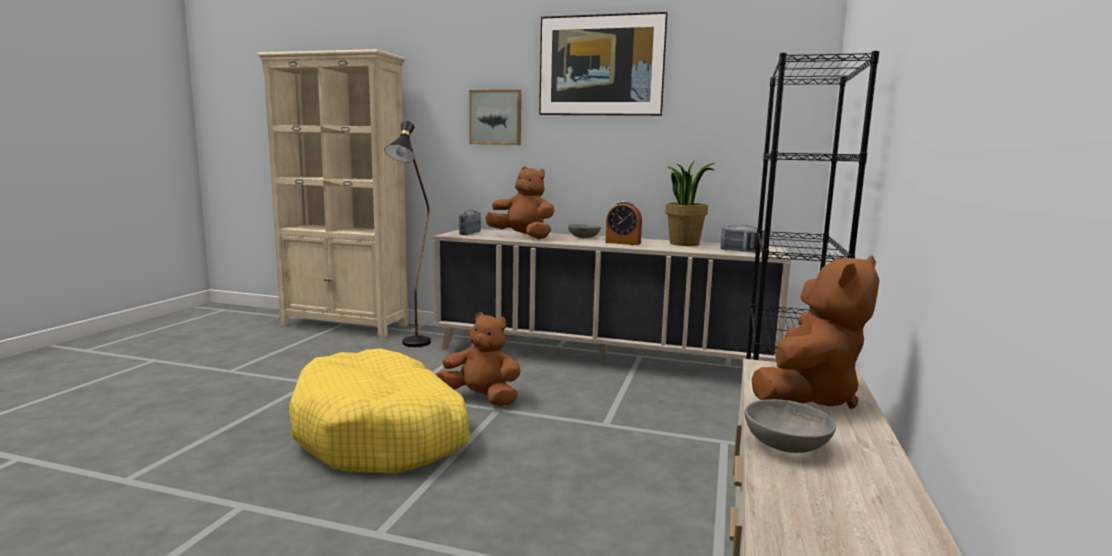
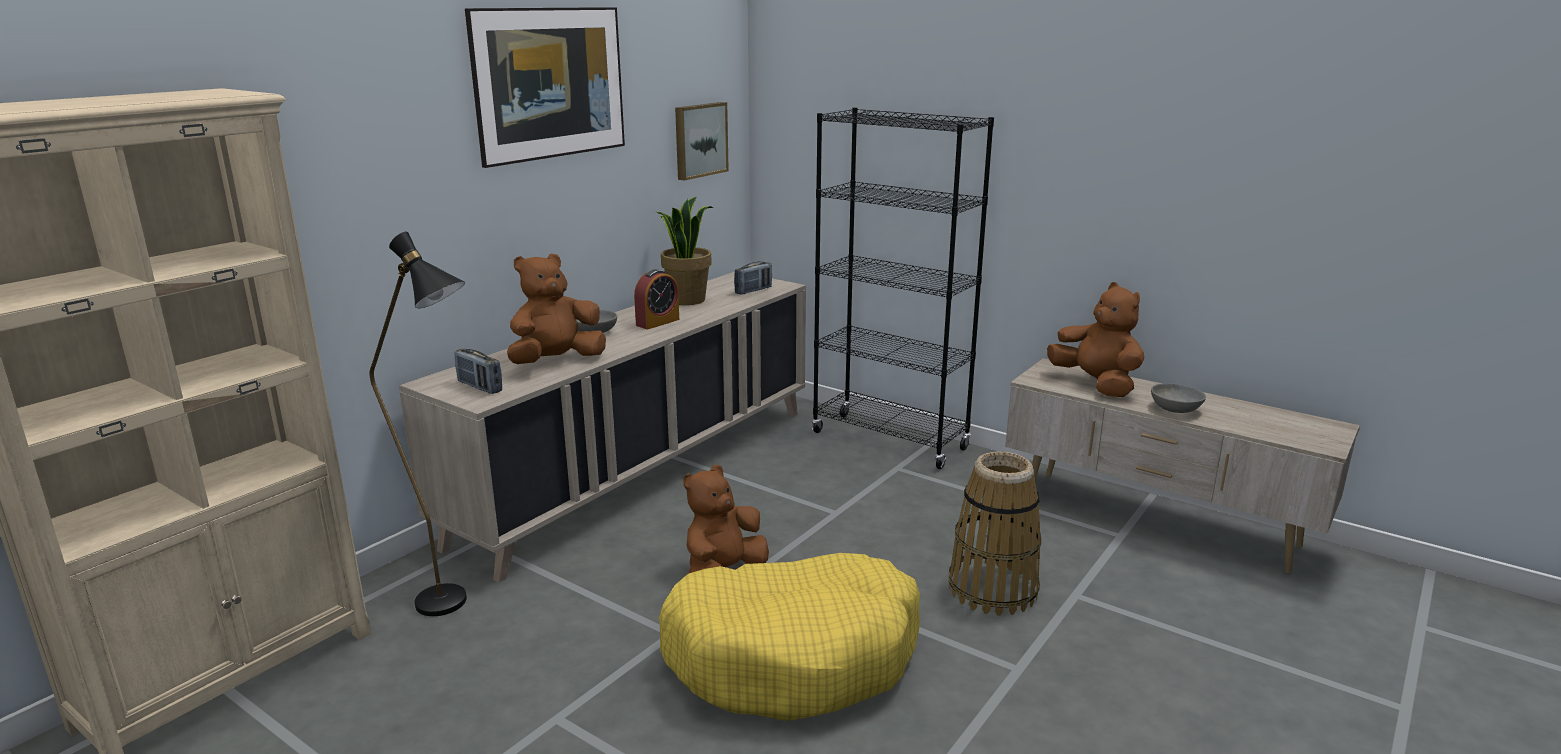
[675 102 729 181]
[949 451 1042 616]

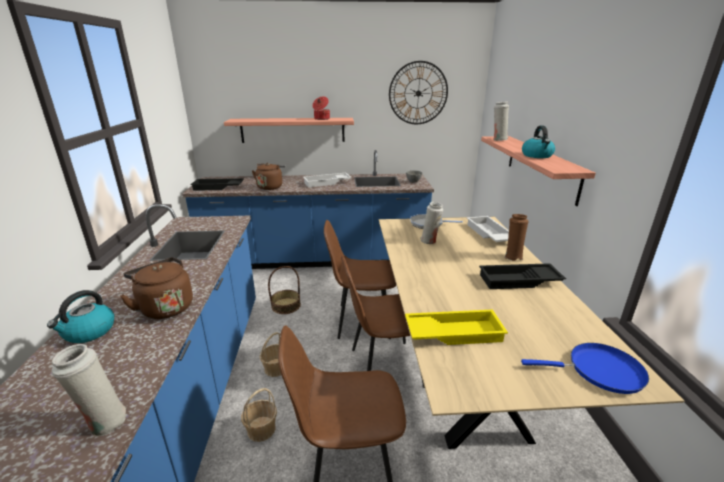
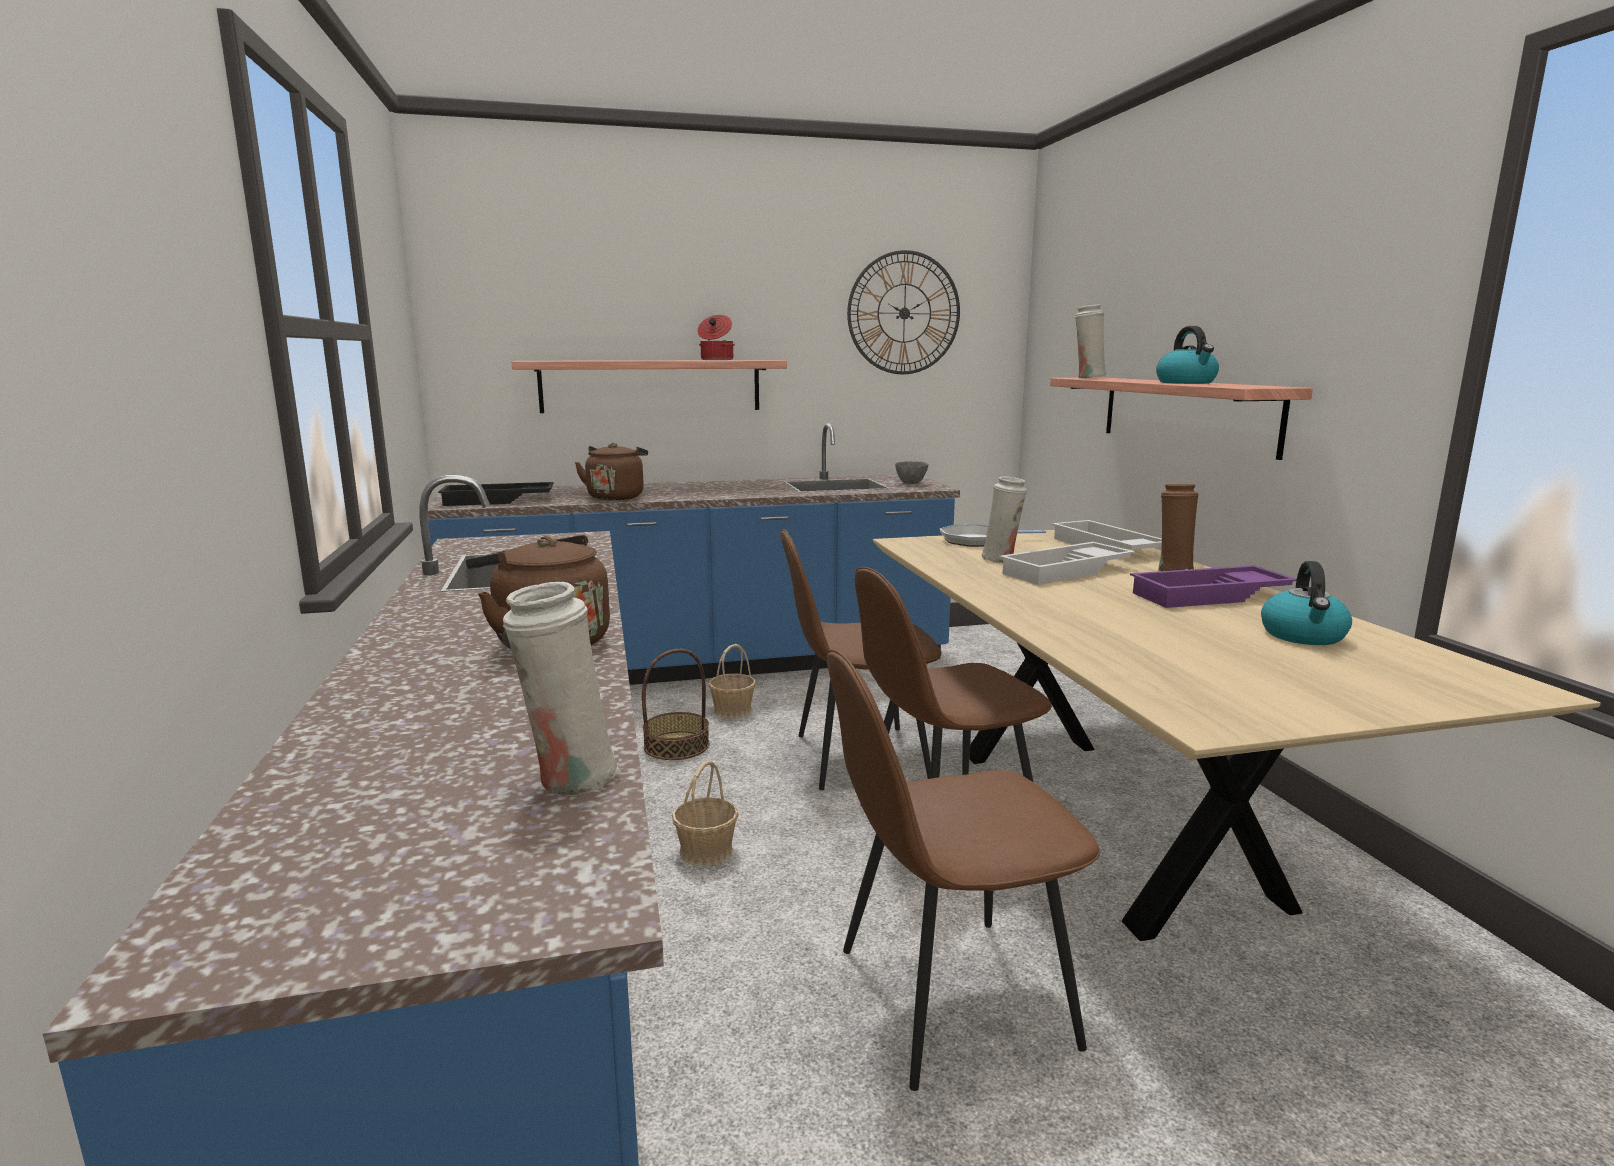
[1261 561 1352 645]
[708 644 756 719]
[999 542 1135 585]
[405 309 508 345] (first image)
[1130 565 1297 608]
[521 343 649 394] (first image)

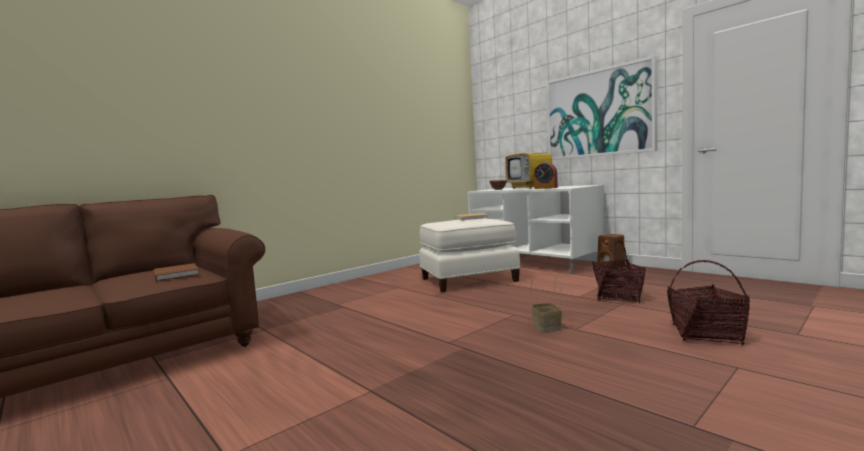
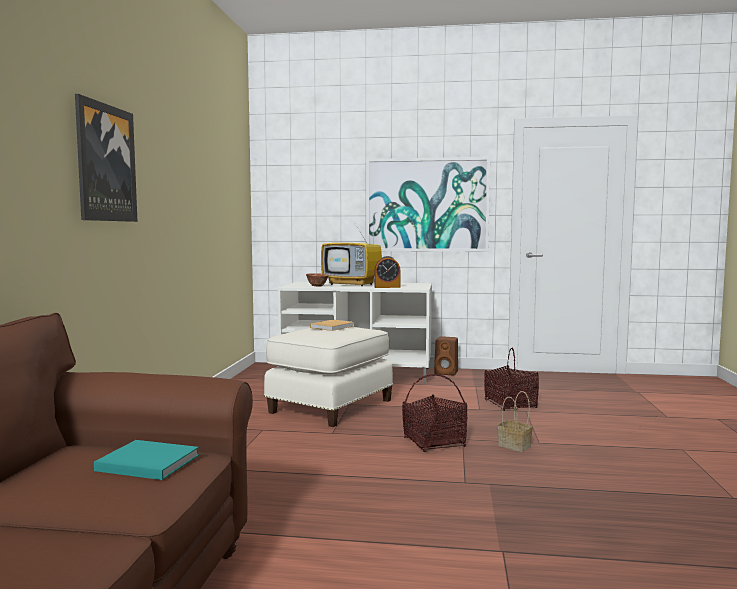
[94 440 199 480]
[402 374 467 452]
[75 94 138 222]

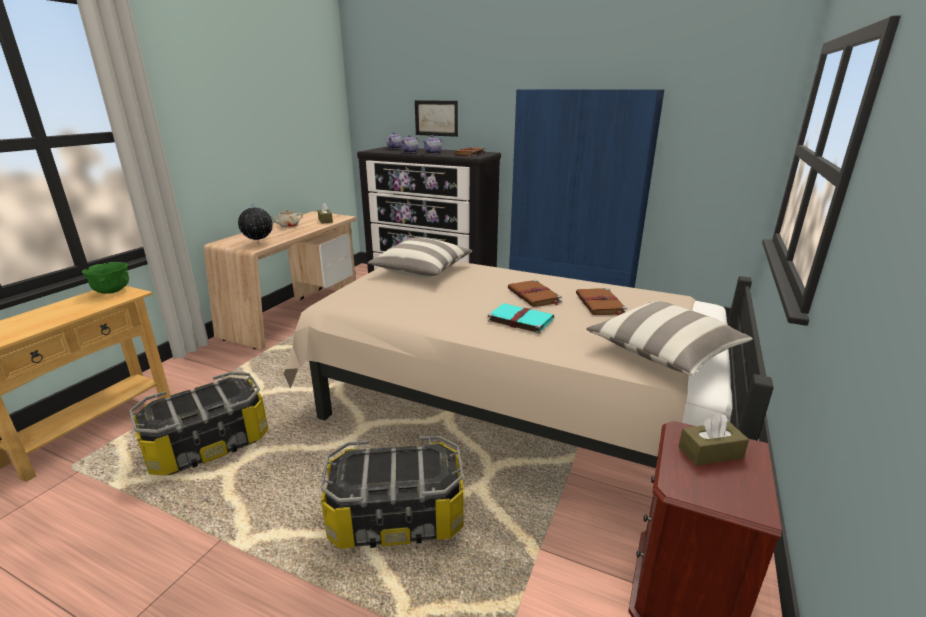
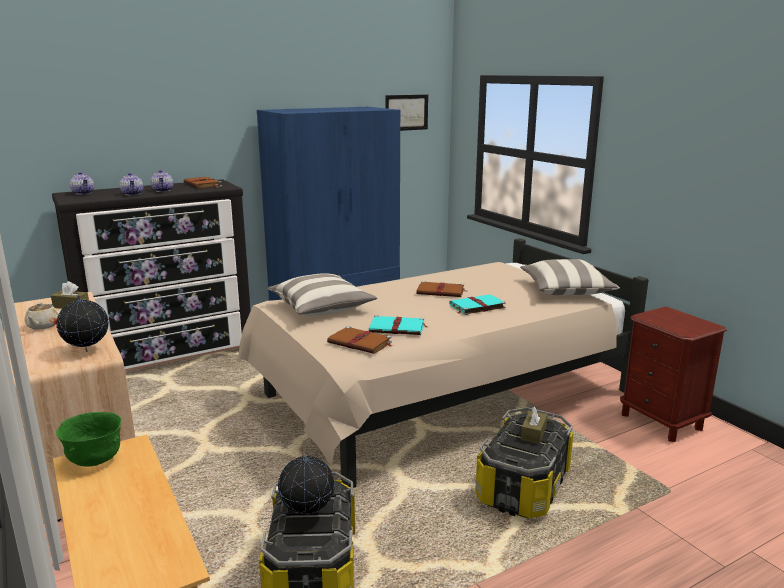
[385 94 428 131]
[327 326 393 354]
[521 406 547 444]
[278 454 335 515]
[369 315 427 335]

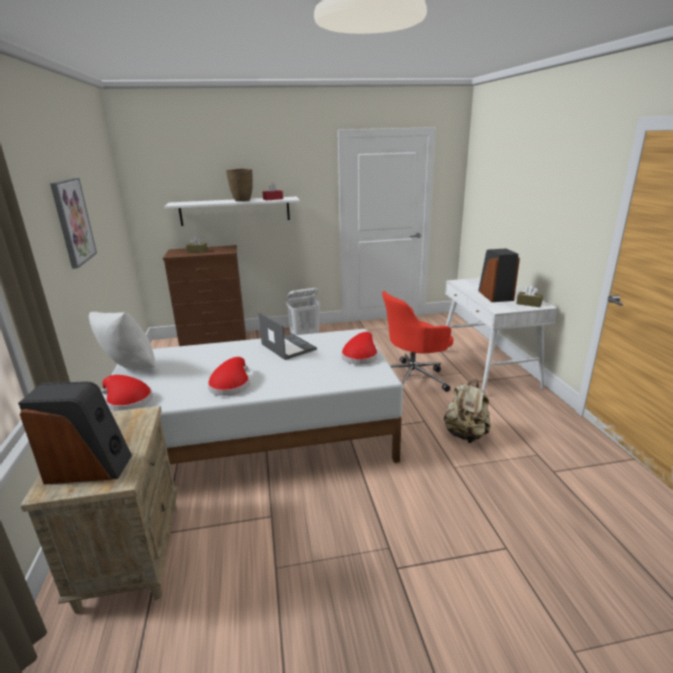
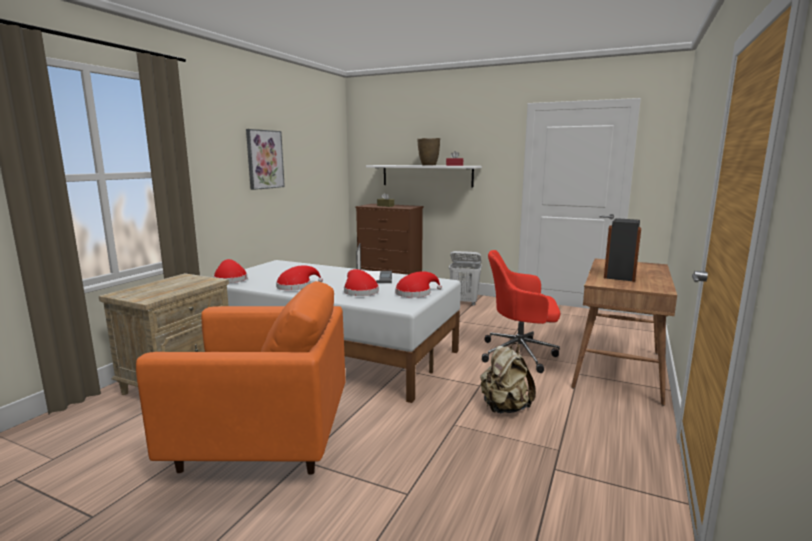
[18 382 132 484] (first image)
[89 312 155 370] (first image)
[571 258 677 406]
[516 285 543 307] (first image)
[136 281 346 475]
[344 269 379 296]

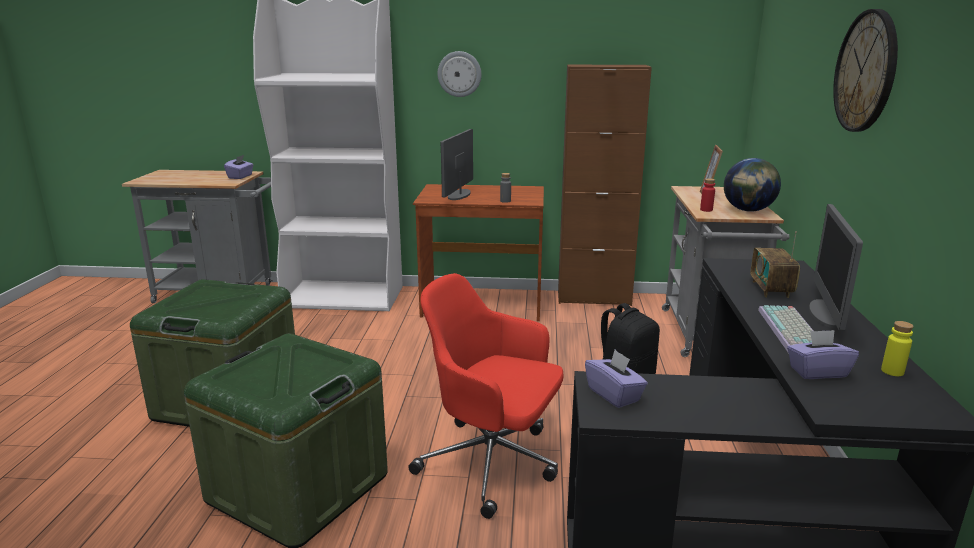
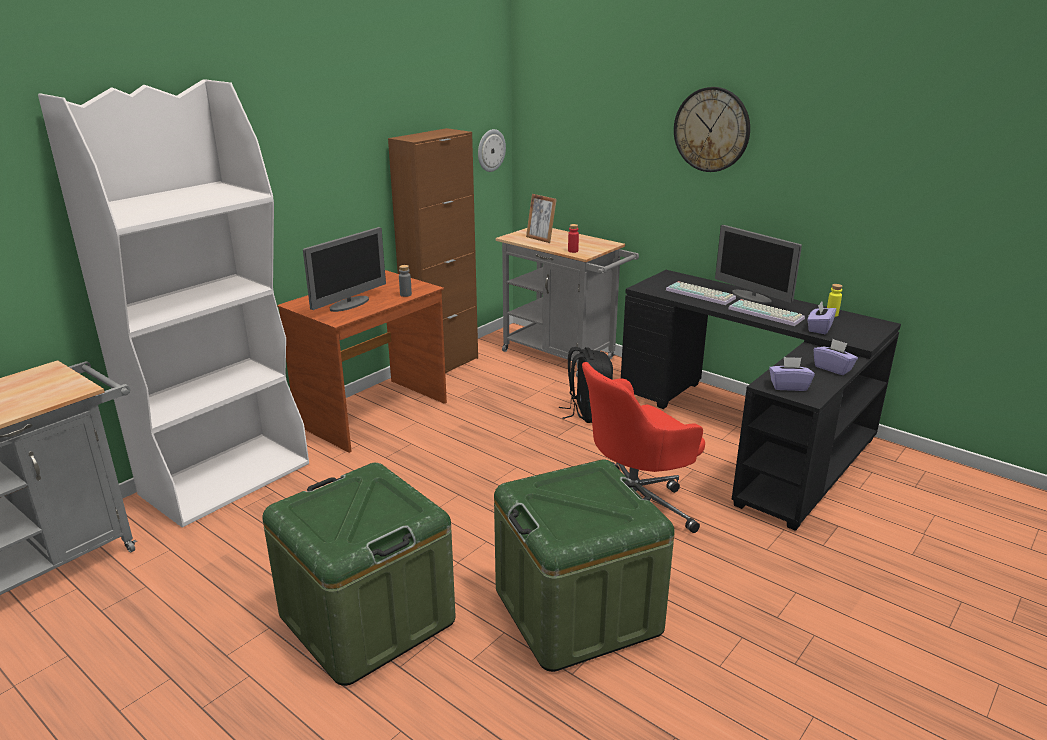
[814 339 858 375]
[478 129 506 172]
[303 227 386 312]
[724 158 781 212] (first image)
[666 281 736 305]

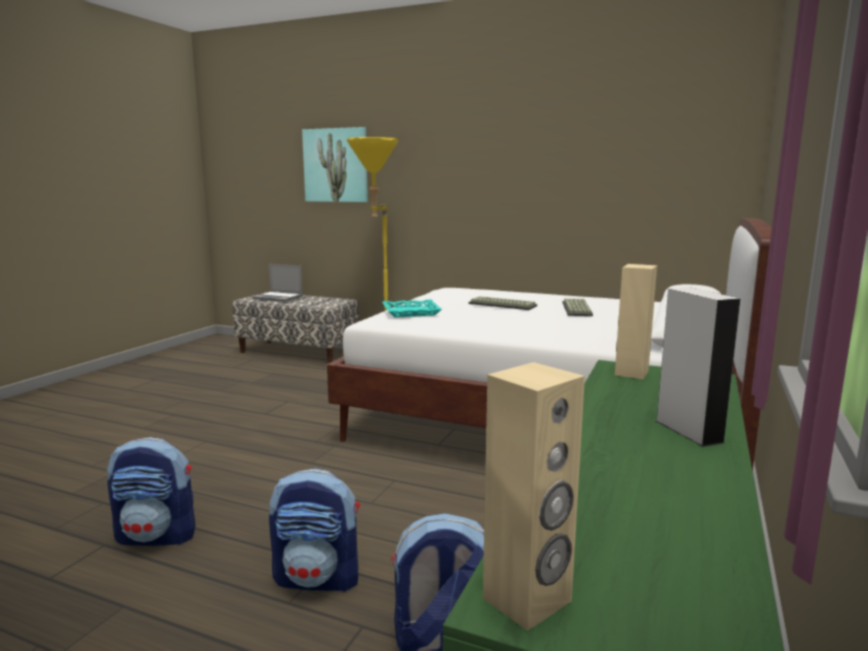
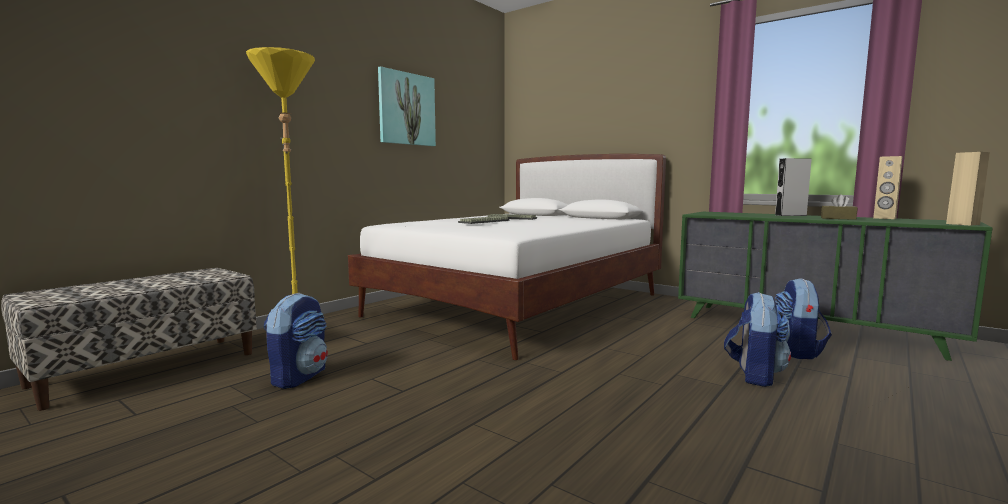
[264 293 328 389]
[252 264 303 302] (first image)
[378 66 436 146]
[382 299 442 317] (first image)
[873 156 902 219]
[821 194 858 220]

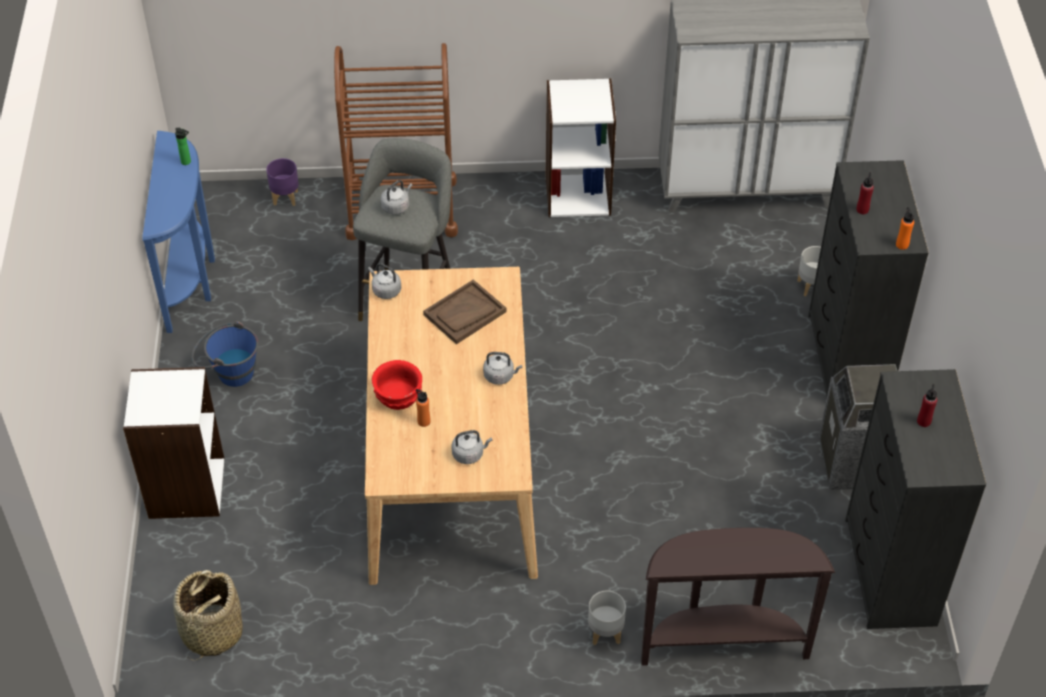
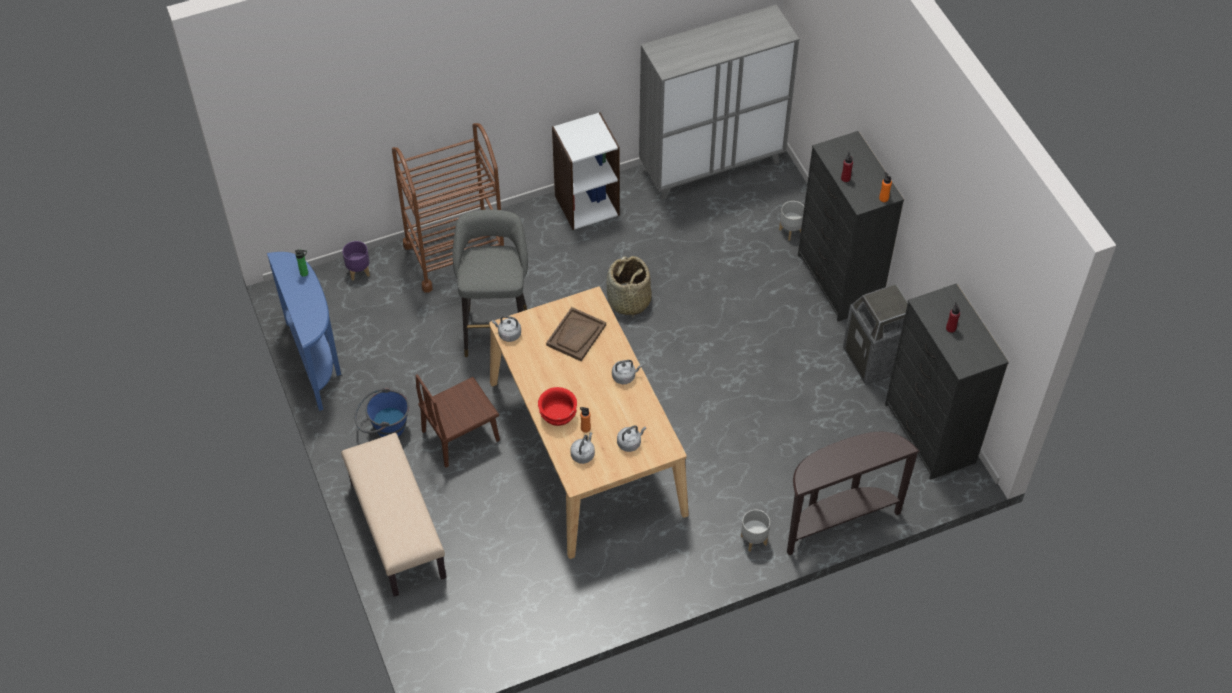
[341 433 446 597]
[607 256 652 318]
[570 432 595 464]
[415 374 500 468]

